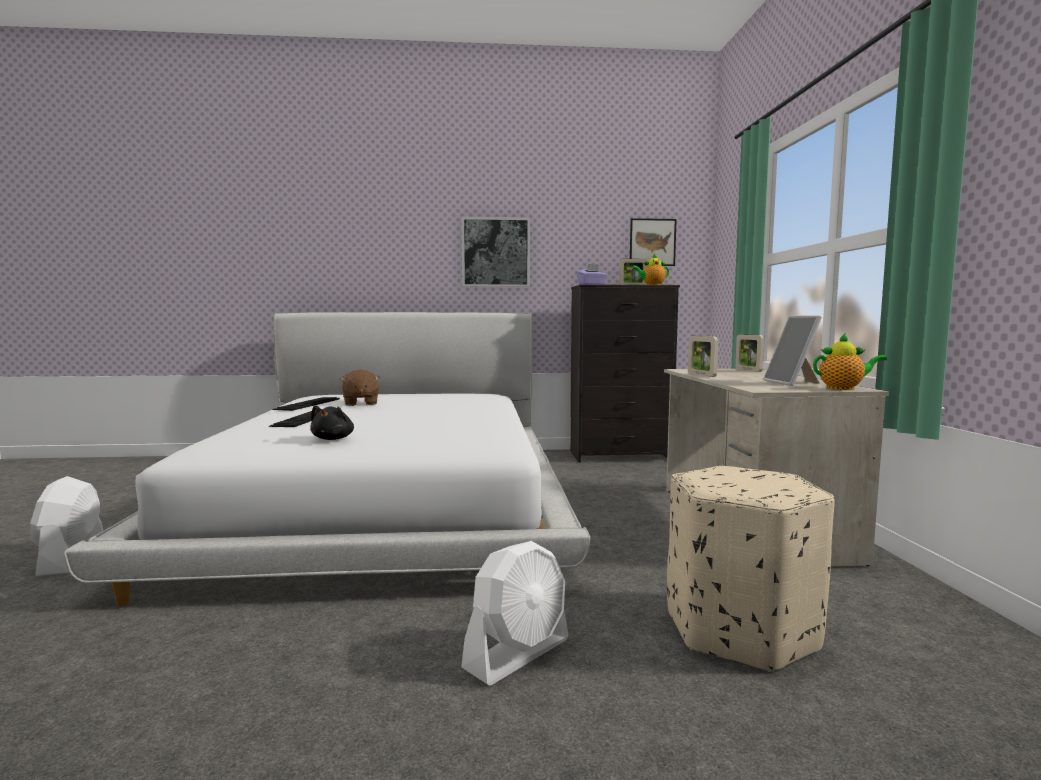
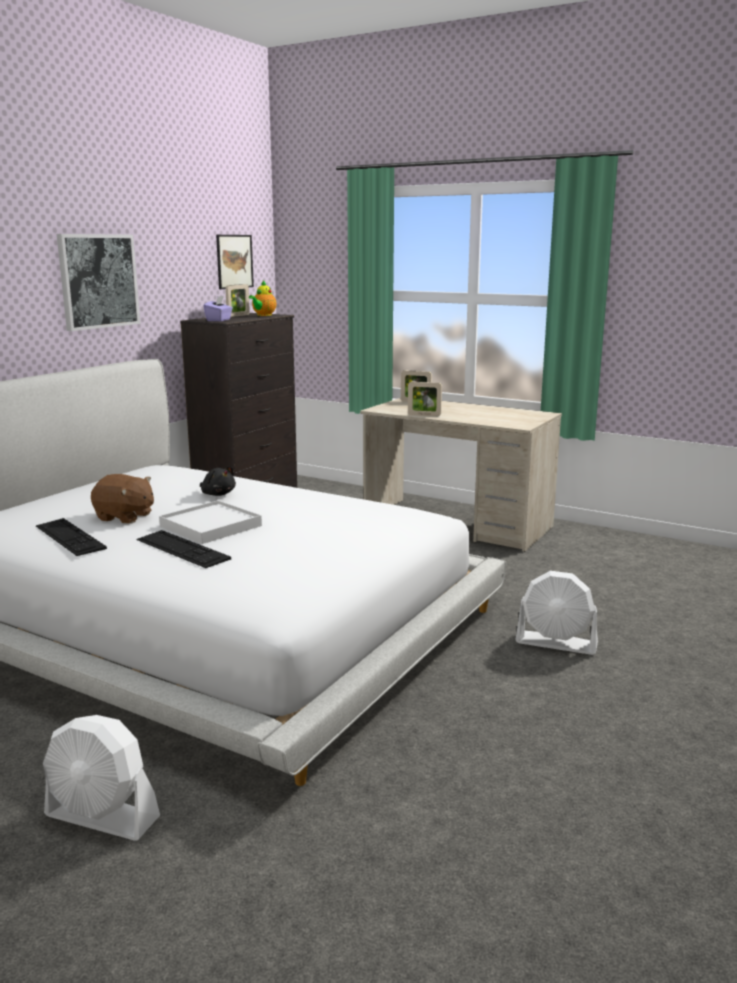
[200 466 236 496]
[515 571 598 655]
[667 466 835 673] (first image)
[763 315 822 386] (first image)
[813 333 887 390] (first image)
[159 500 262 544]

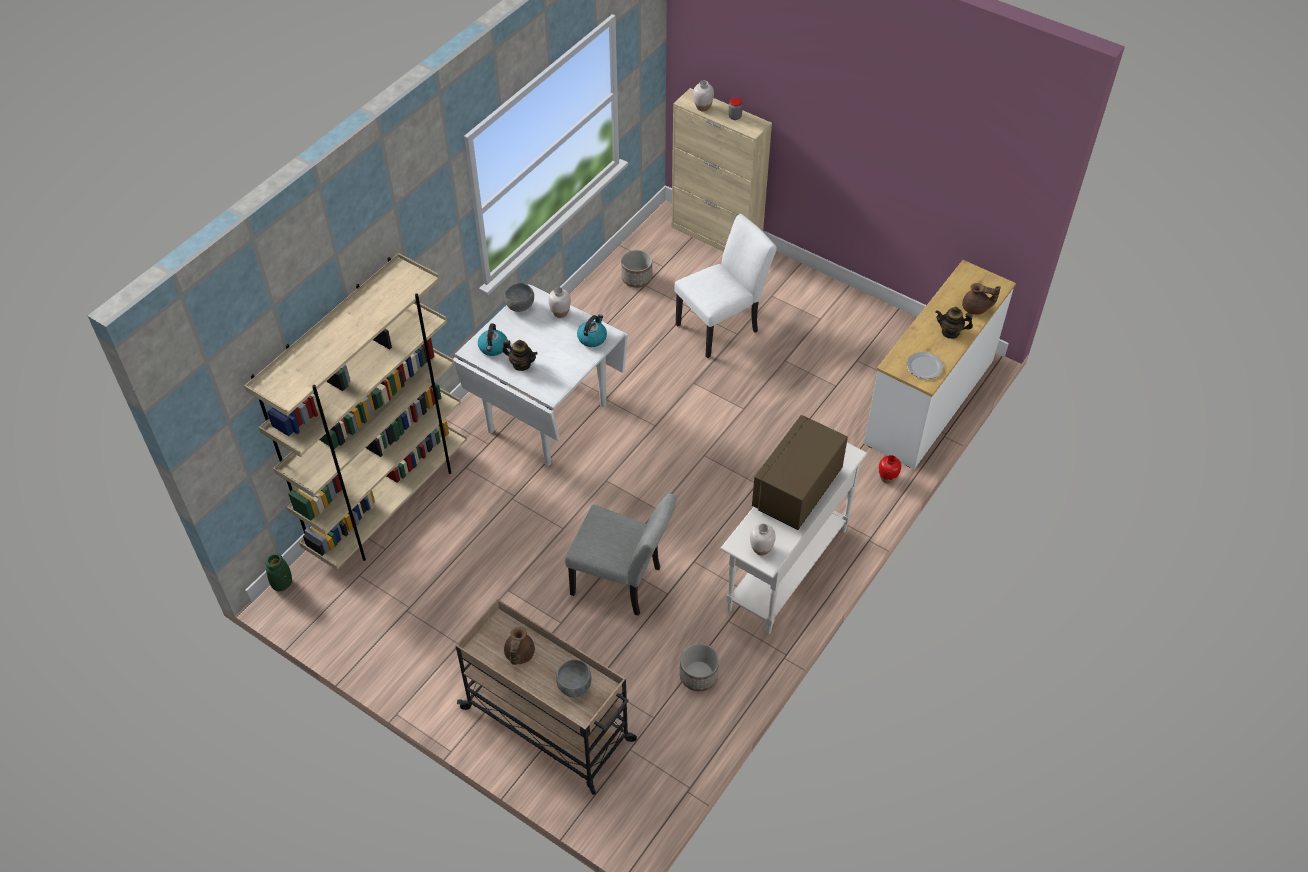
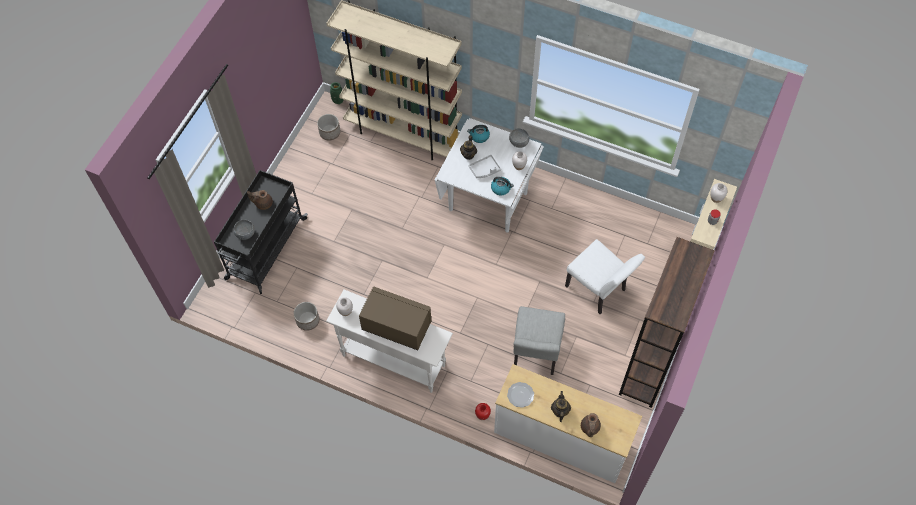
[214 170 308 294]
[514 306 565 375]
[317 114 340 141]
[469 155 501 178]
[619 237 715 408]

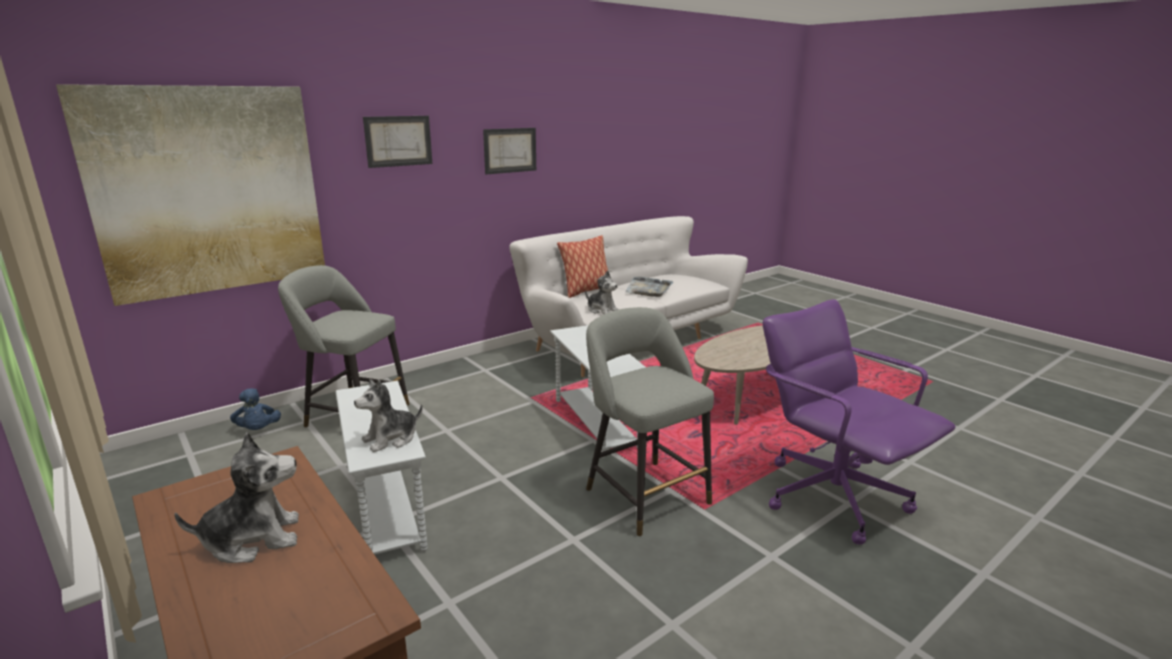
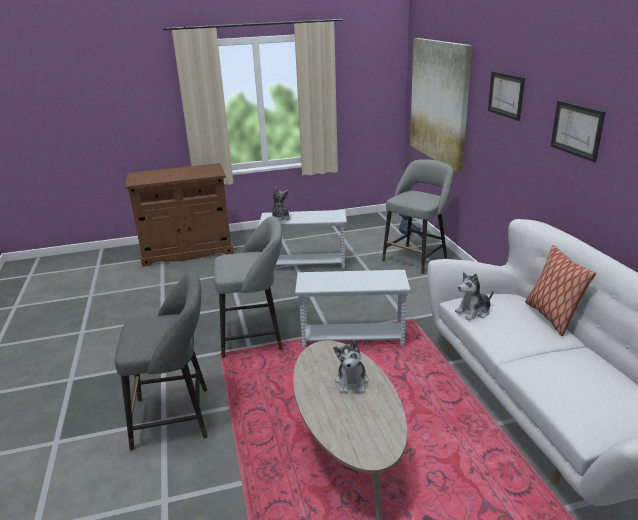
[333 340 369 394]
[626 276 673 297] (first image)
[115 272 208 450]

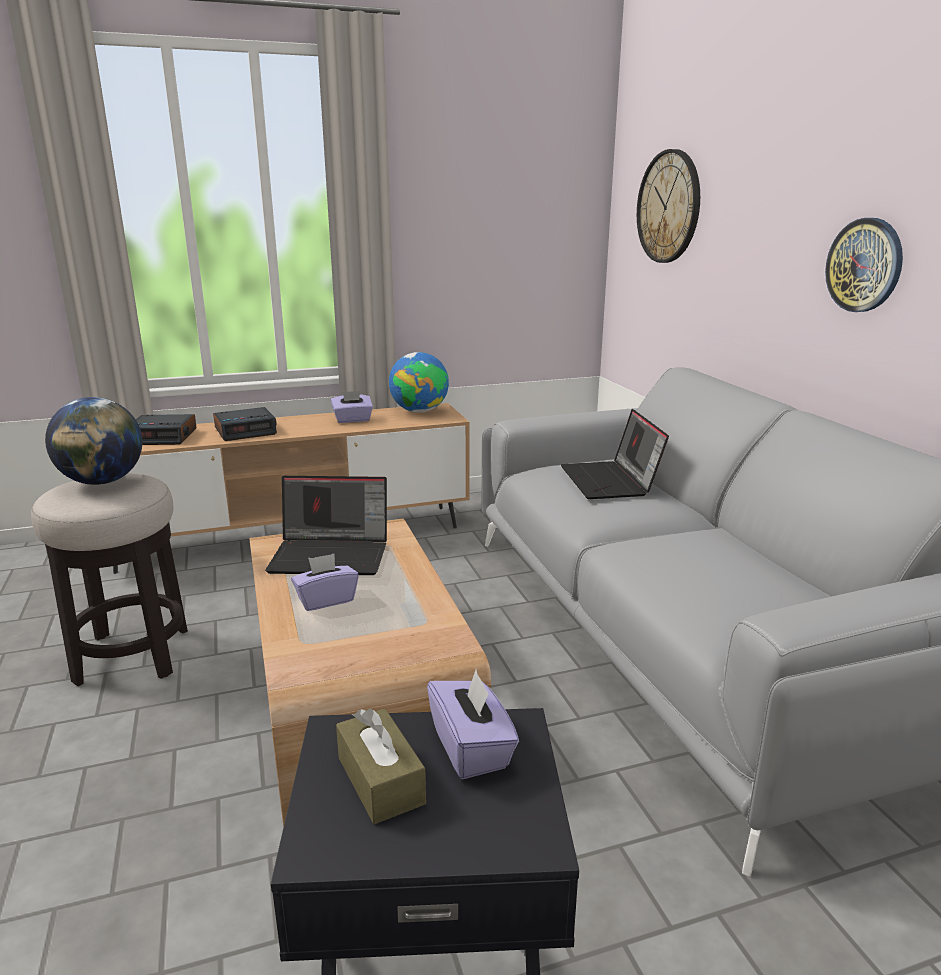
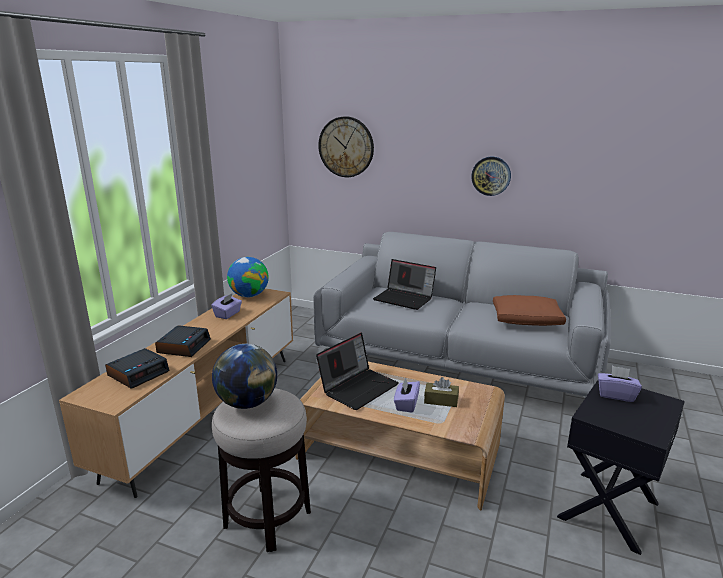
[424 377 459 407]
[493 295 566 326]

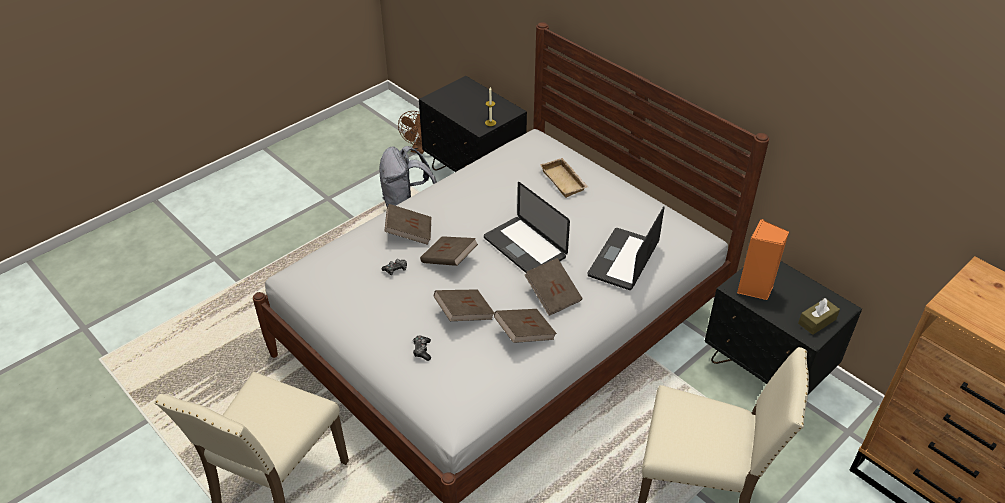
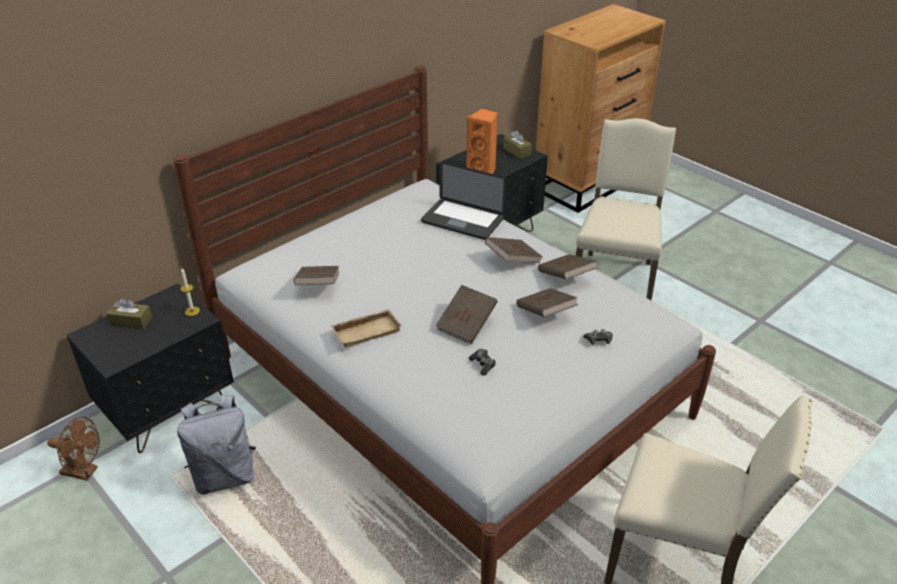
[294 266 339 285]
[484 182 570 273] (first image)
[331 309 402 348]
[106 298 152 330]

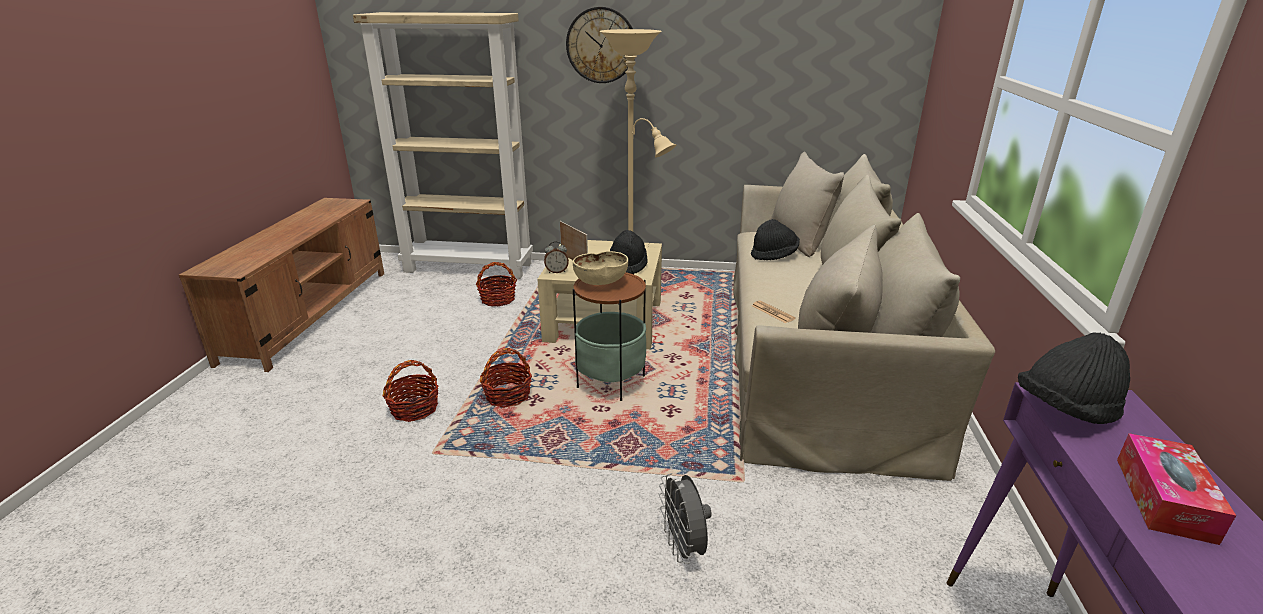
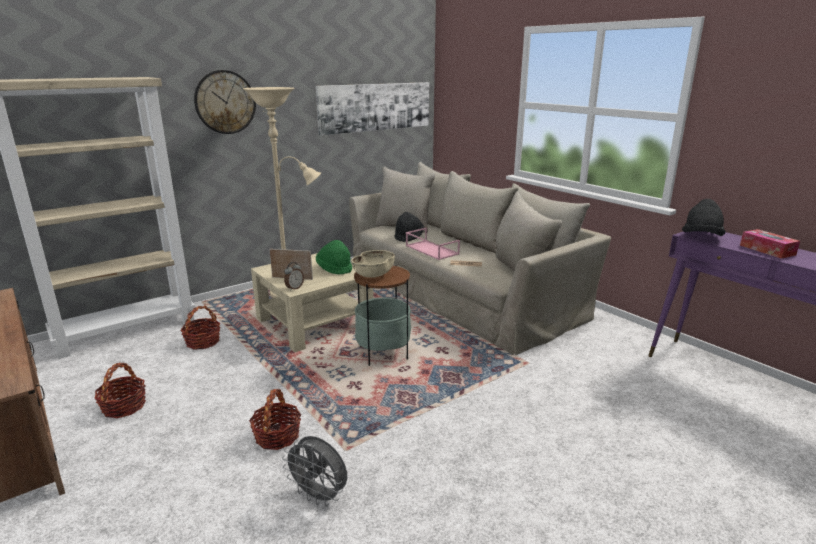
[94 363 146 418]
[316 240 352 275]
[282 436 347 506]
[316 82 429 135]
[406 228 460 260]

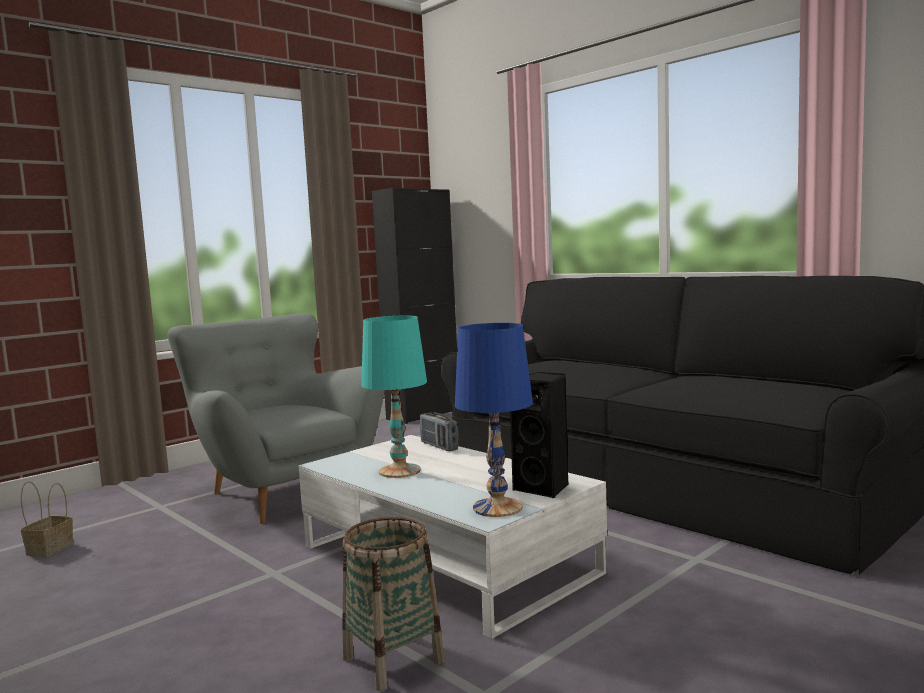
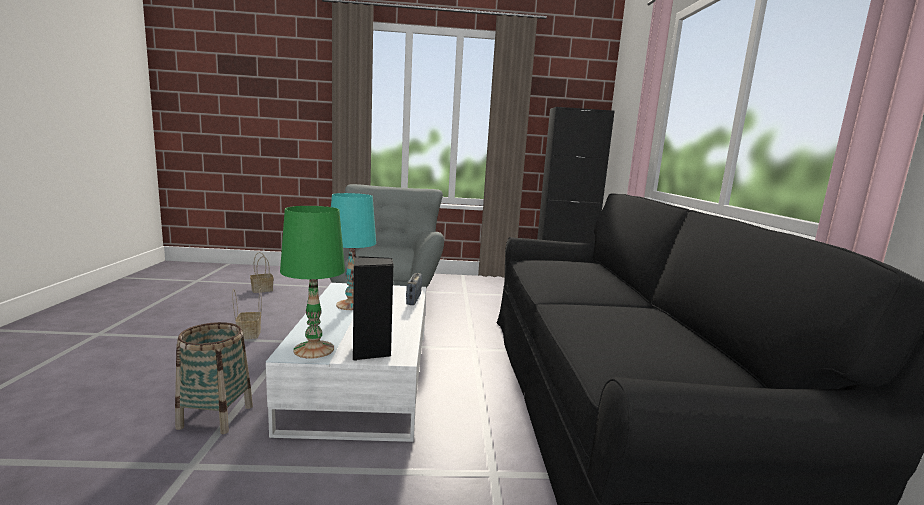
[280 206 345 359]
[232 289 261 339]

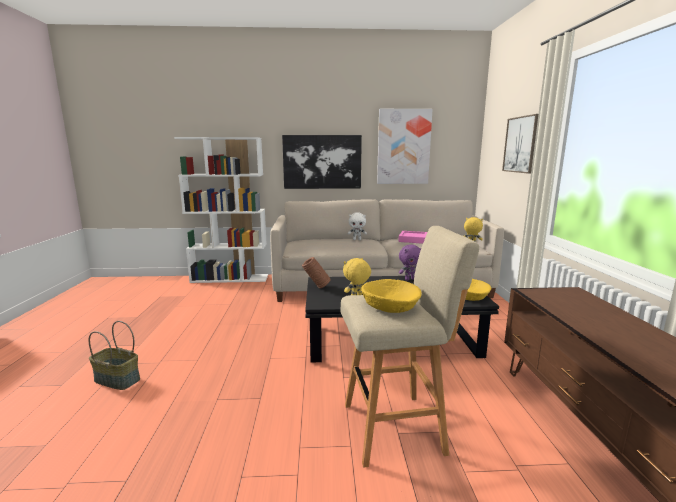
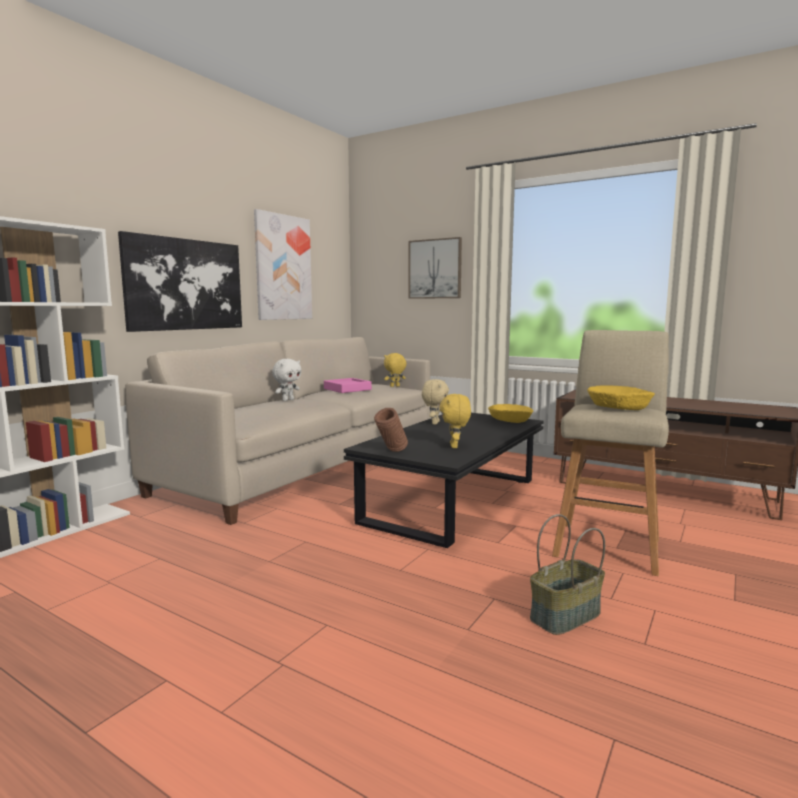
[530 514 605 635]
[422 379 449 425]

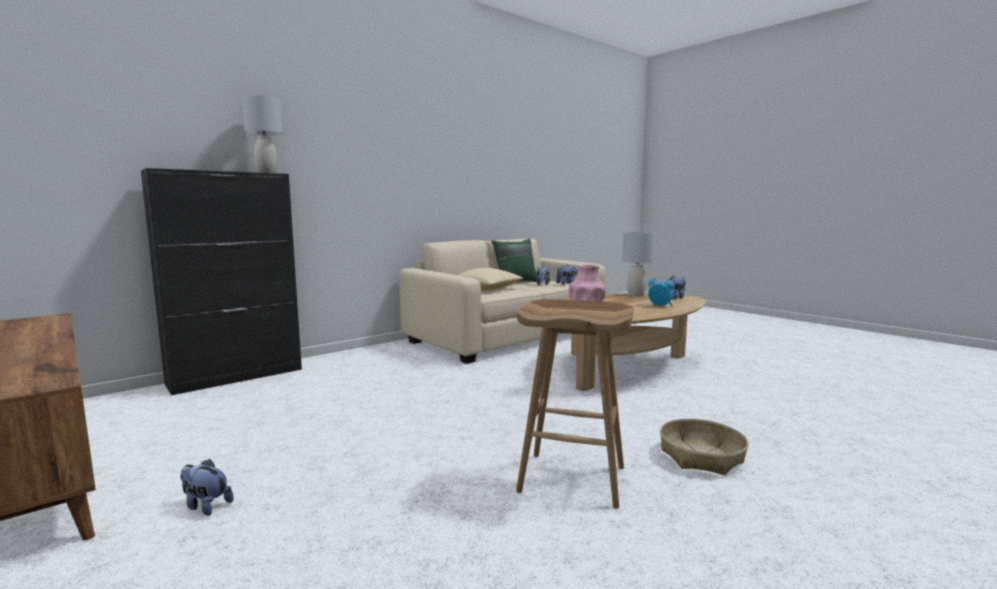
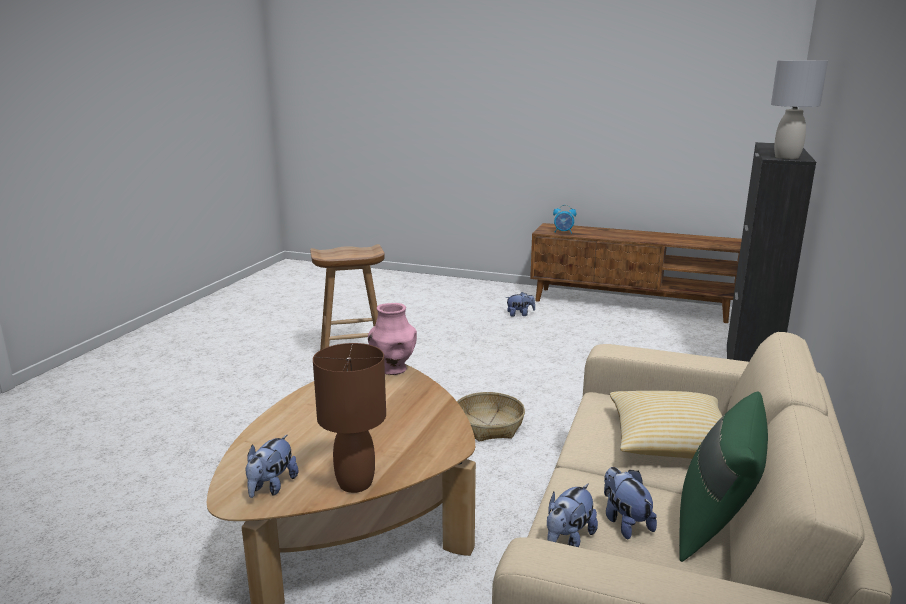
[313 343 386 493]
[553 205 576 234]
[457 392 525 442]

